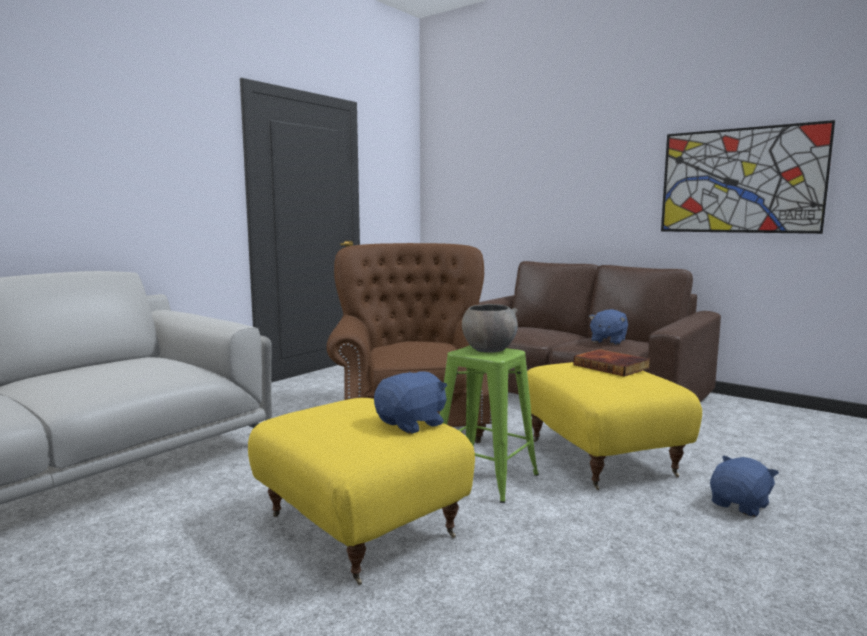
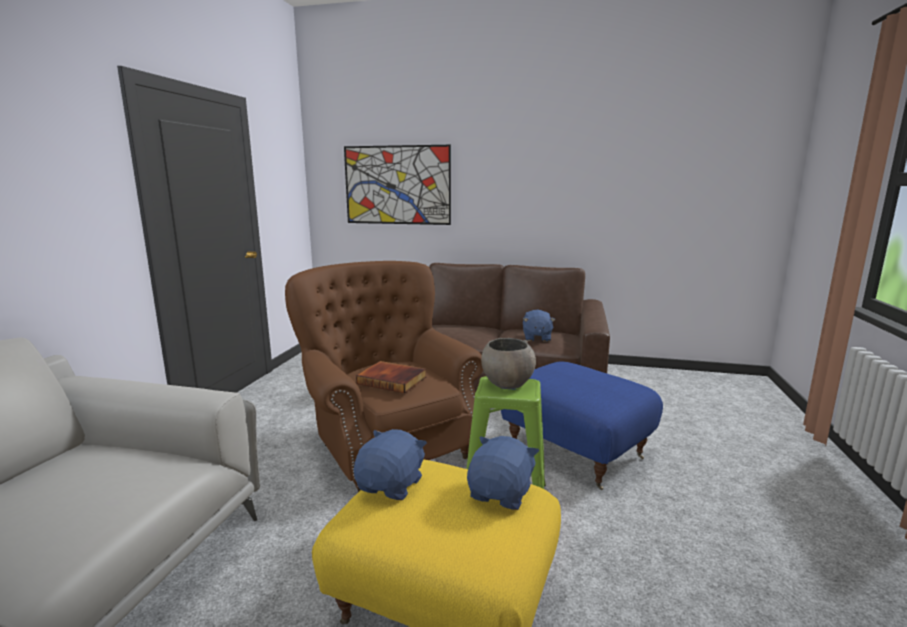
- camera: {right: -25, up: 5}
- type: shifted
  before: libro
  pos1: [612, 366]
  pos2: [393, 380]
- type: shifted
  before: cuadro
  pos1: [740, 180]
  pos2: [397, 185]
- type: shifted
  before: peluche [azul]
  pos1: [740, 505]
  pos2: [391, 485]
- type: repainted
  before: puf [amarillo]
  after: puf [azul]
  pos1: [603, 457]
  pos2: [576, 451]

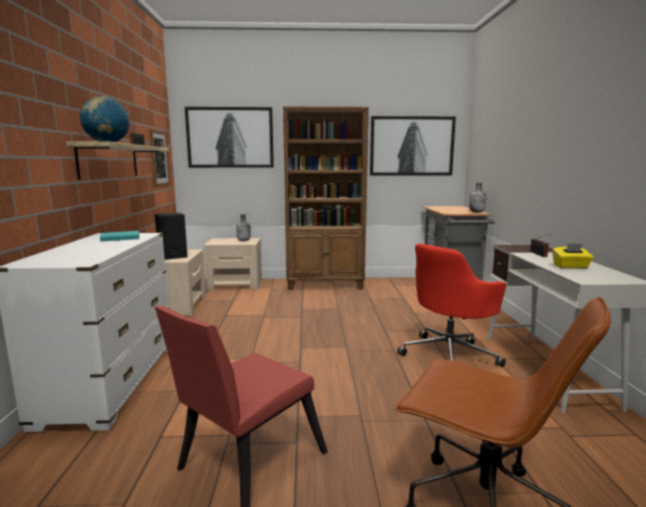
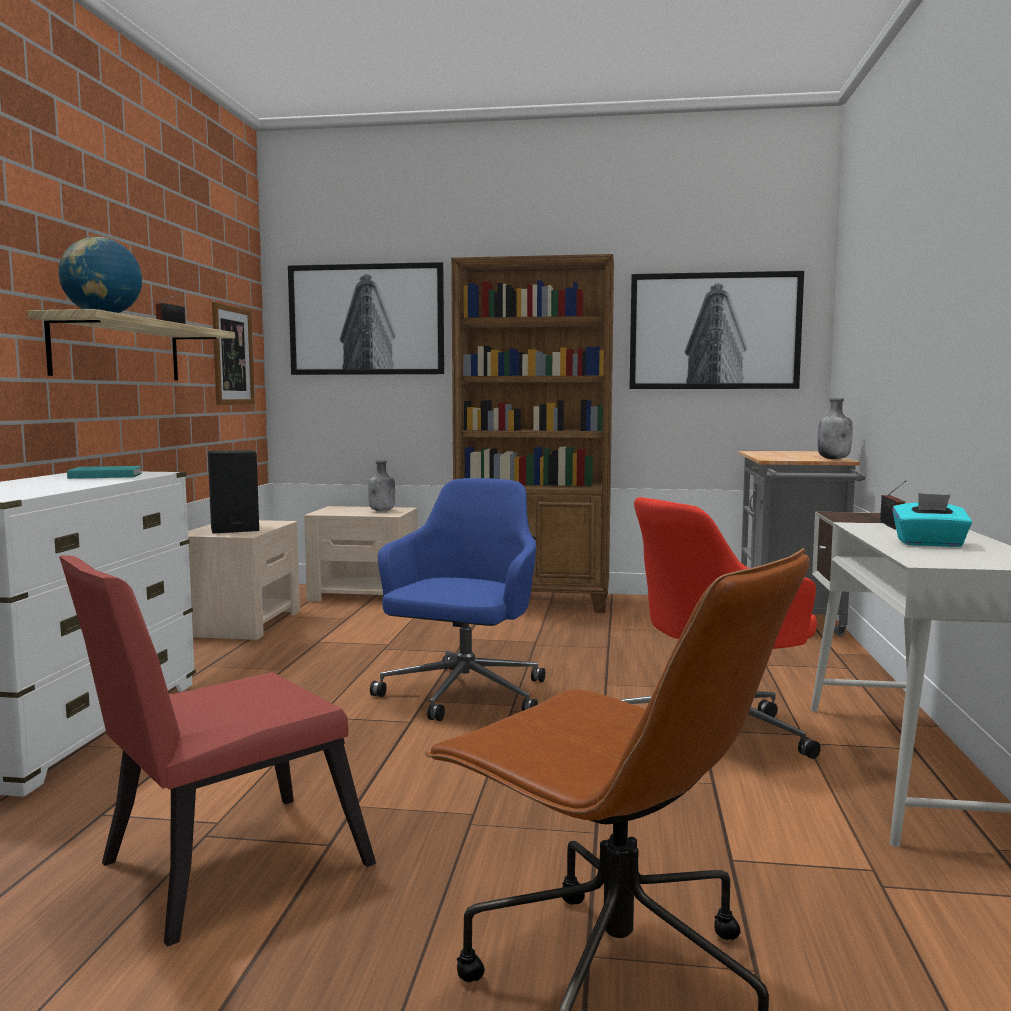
- camera: {right: 10, up: -5}
- type: new
  after: silla de oficina [azul]
  pos2: [463, 695]
- type: repainted
  before: caja de pañuelos [amarillo]
  after: caja de pañuelos [turquesa]
  pos1: [570, 267]
  pos2: [929, 544]

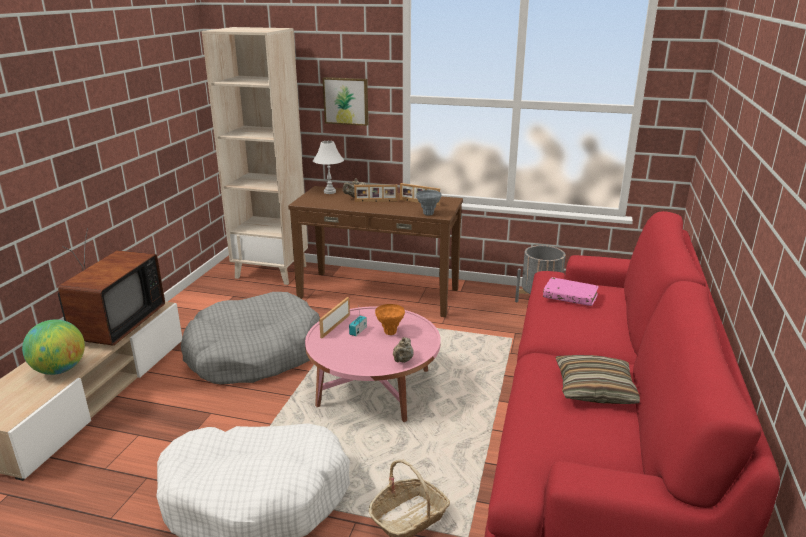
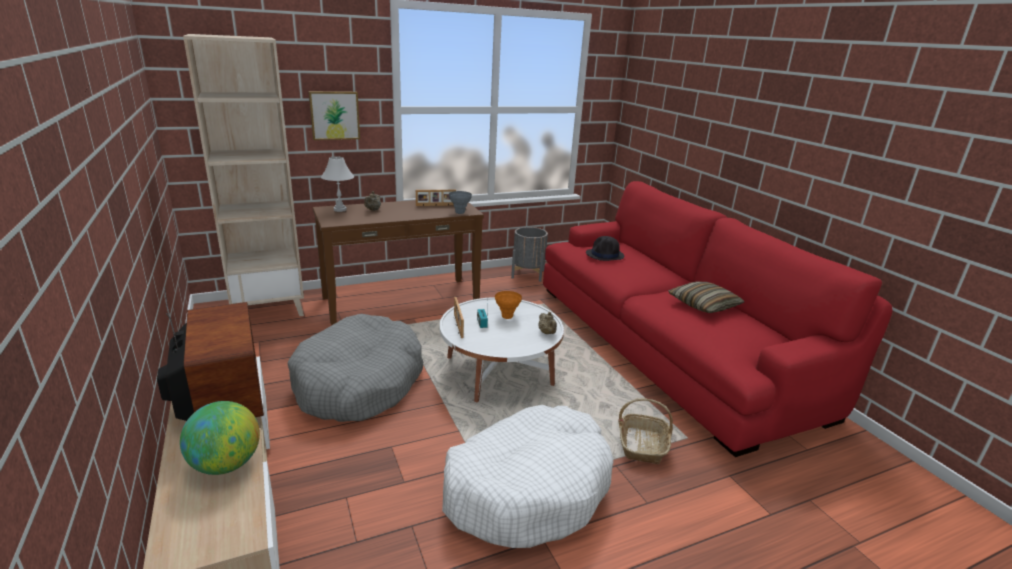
- camera: {right: -40, up: 0}
- type: gone
  before: portarretratos
  pos1: [376, 201]
- type: swapped
  before: libro [rosa]
  after: sombrero [negro]
  pos1: [570, 297]
  pos2: [605, 255]
- type: repainted
  before: mesa de centro [rosa]
  after: mesa de centro [blanco]
  pos1: [374, 388]
  pos2: [499, 371]

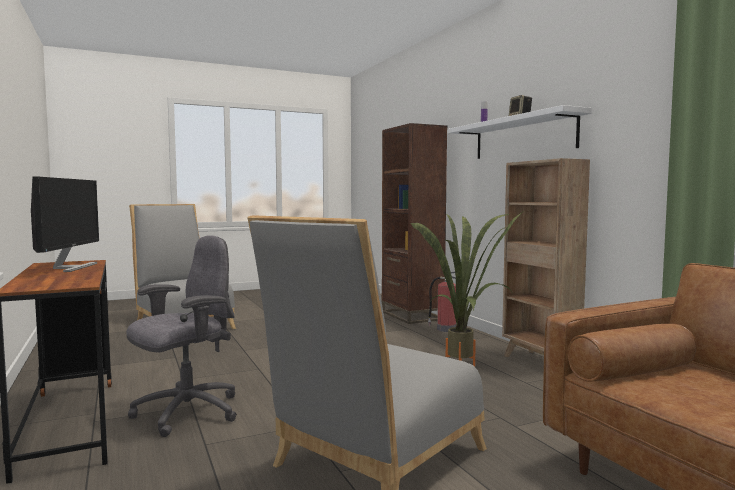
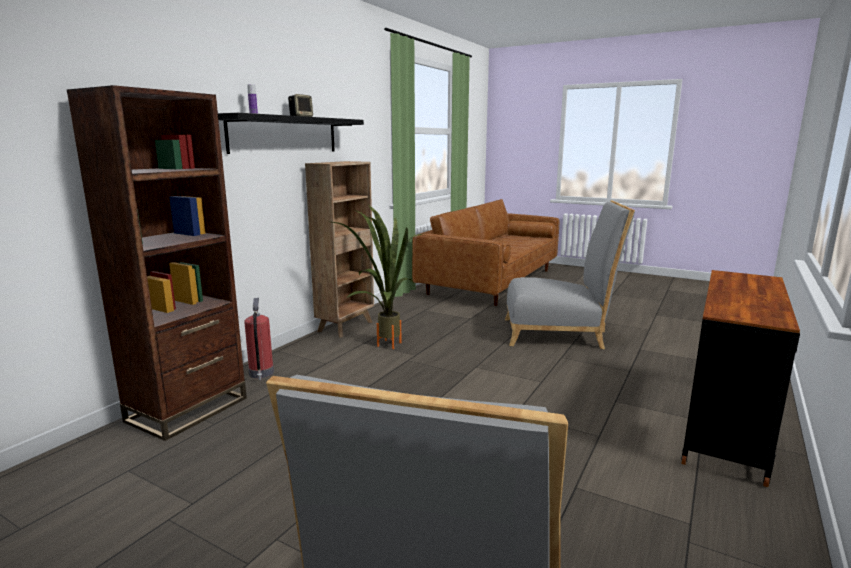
- camera: {right: -125, up: 10}
- type: gone
  before: monitor
  pos1: [70, 267]
- type: gone
  before: silla de oficina [gris]
  pos1: [186, 413]
- type: repainted
  before: estante [blanco]
  after: estante [negro]
  pos1: [523, 137]
  pos2: [285, 135]

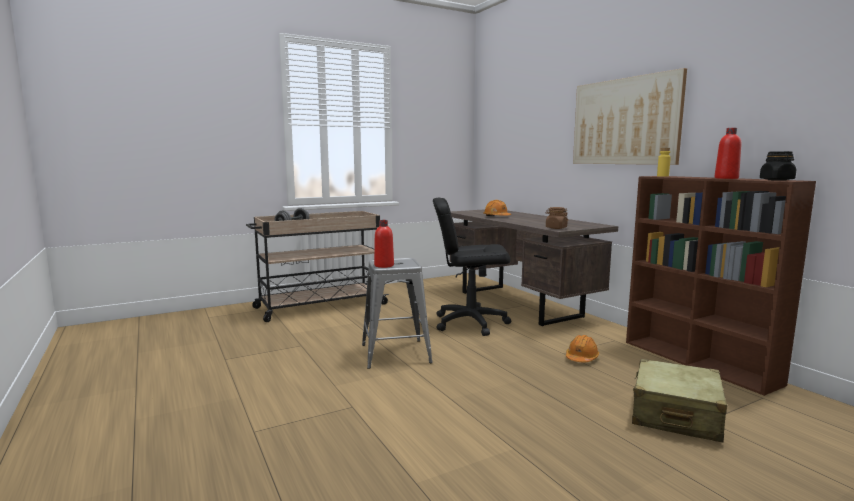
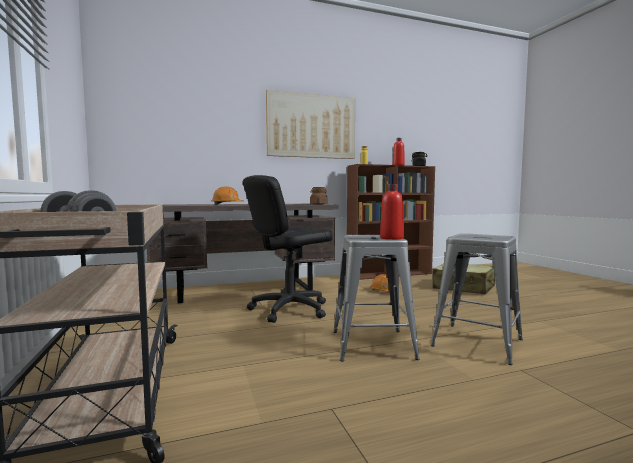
- camera: {right: -80, up: -5}
- type: new
  after: taburete [gris]
  pos2: [477, 342]
- type: rotated
  before: silla de oficina [negro]
  pos1: [470, 323]
  pos2: [289, 309]
  turn: 45

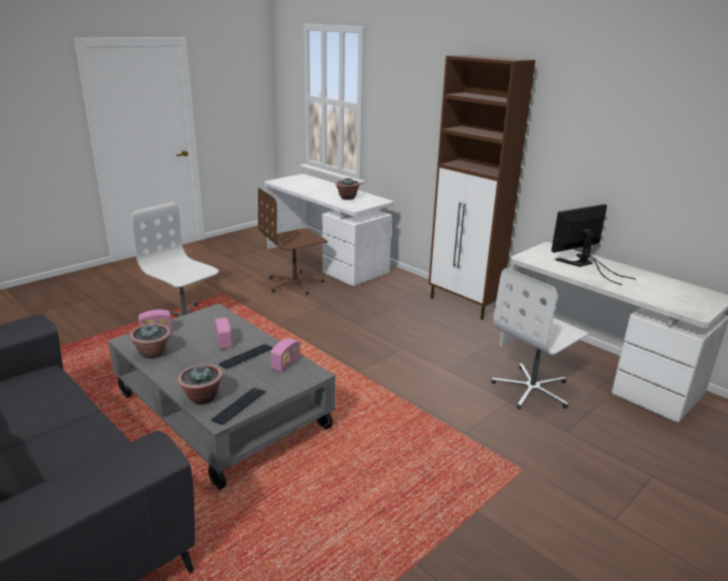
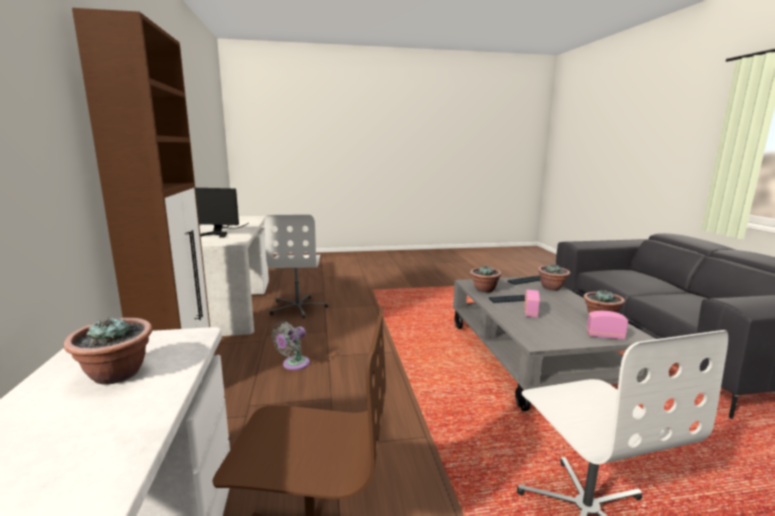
- camera: {right: -145, up: -10}
- type: new
  after: ventilador [gris]
  pos2: [293, 364]
- type: swapped
  before: radio
  after: planta en maceta
  pos1: [285, 364]
  pos2: [484, 290]
- type: rotated
  before: silla de oficina [blanco]
  pos1: [532, 390]
  pos2: [298, 307]
  turn: 90

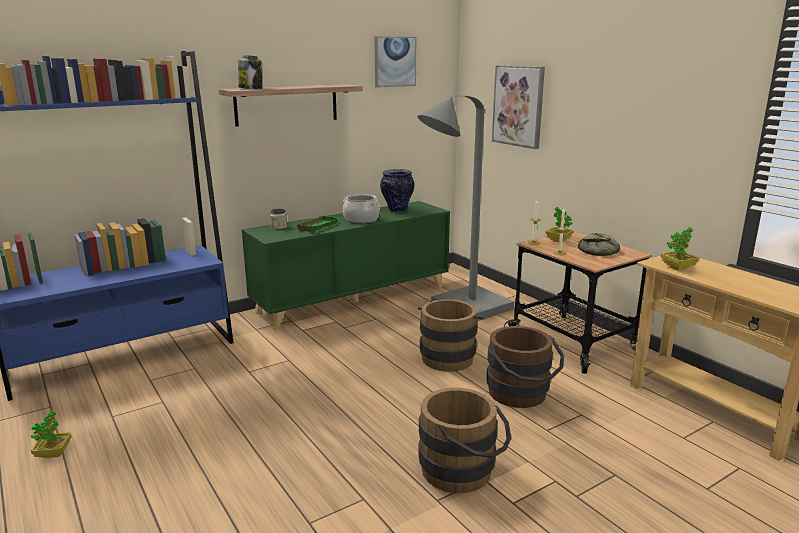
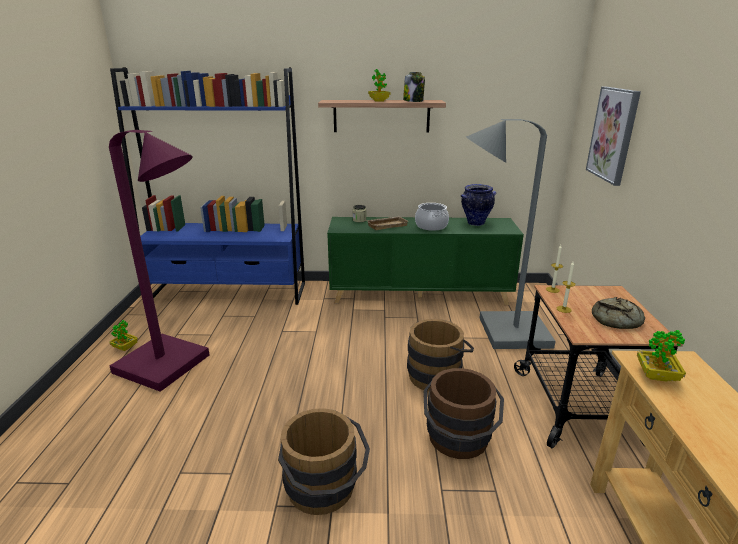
- camera: {right: 35, up: 5}
- type: gone
  before: cuadro
  pos1: [394, 61]
- type: new
  after: lámpara de pie [morado]
  pos2: [172, 367]
- type: shifted
  before: tarro
  pos1: [251, 88]
  pos2: [413, 101]
- type: shifted
  before: planta en maceta
  pos1: [558, 240]
  pos2: [379, 101]
- type: repainted
  before: bandeja [verde]
  after: bandeja [beis]
  pos1: [316, 226]
  pos2: [387, 225]

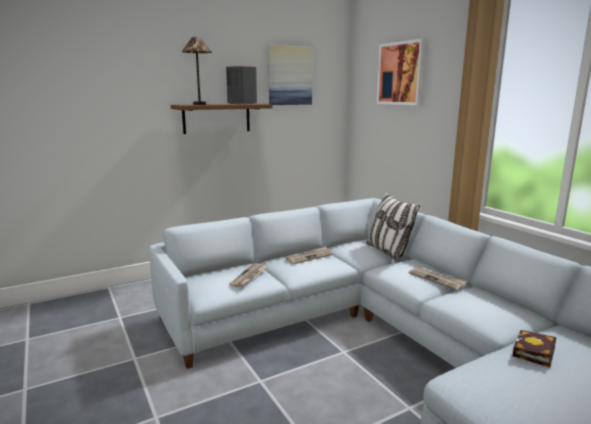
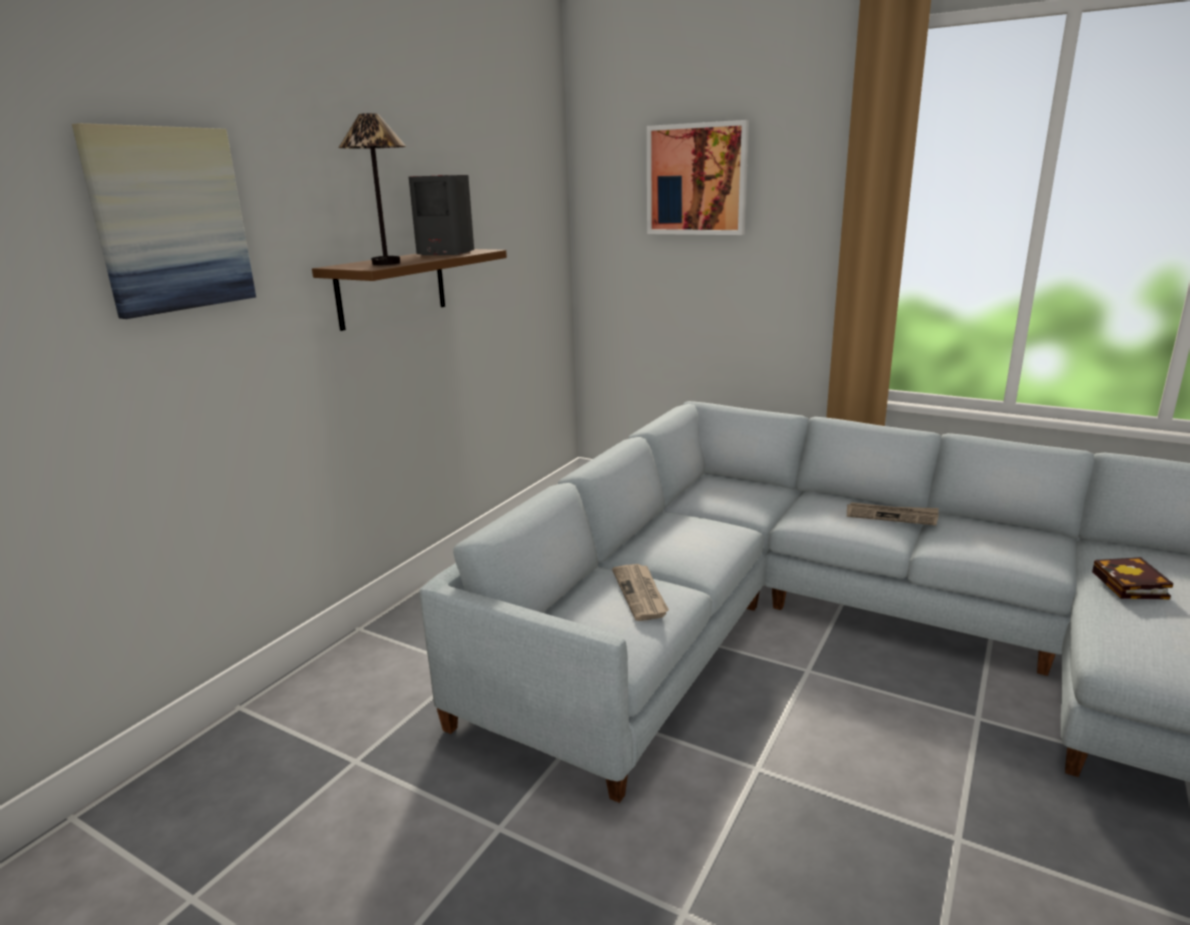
- camera: {right: -30, up: 5}
- type: gone
  before: periódico
  pos1: [309, 257]
- type: gone
  before: cojín
  pos1: [388, 252]
- type: shifted
  before: cuadro
  pos1: [290, 76]
  pos2: [170, 220]

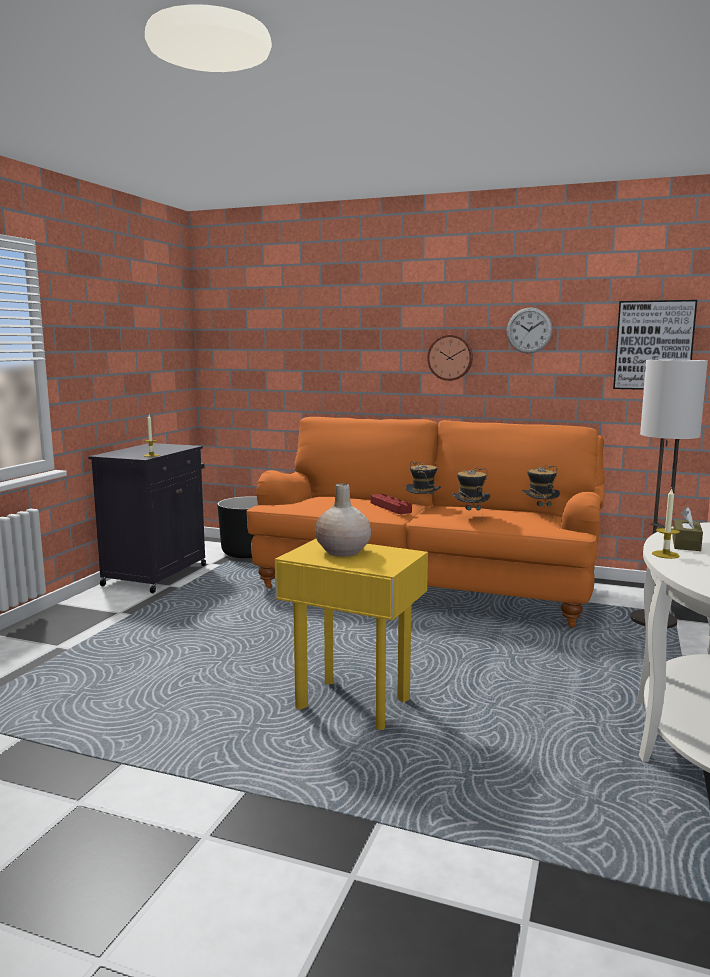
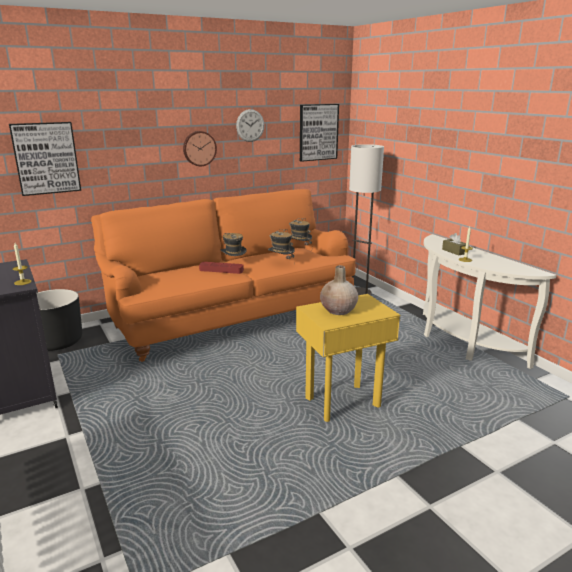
- camera: {right: -50, up: 10}
- type: new
  after: cuadro
  pos2: [46, 158]

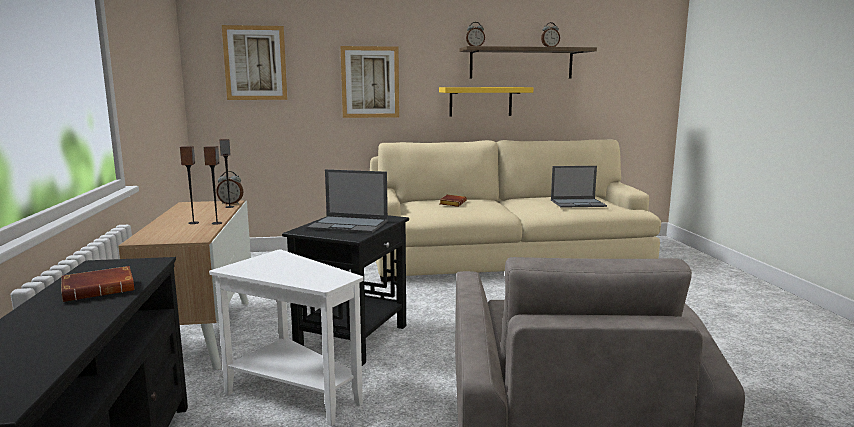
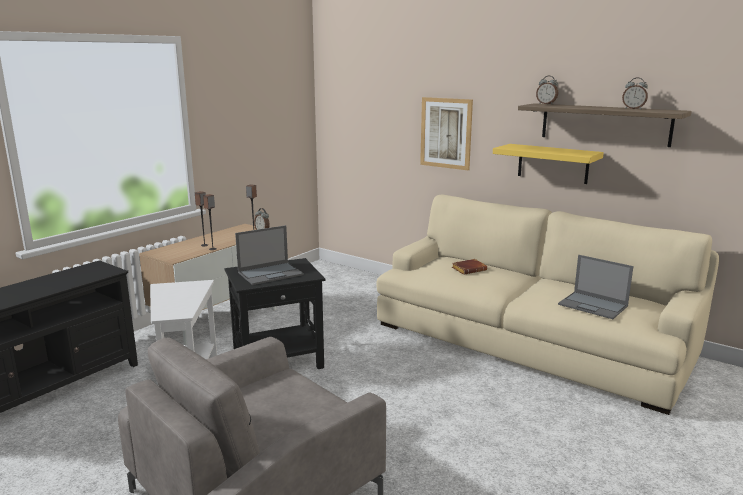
- camera: {right: 45, up: 5}
- type: gone
  before: libro [marrón]
  pos1: [101, 289]
- type: gone
  before: cuadro
  pos1: [255, 63]
- type: rotated
  before: portátil
  pos1: [349, 225]
  pos2: [271, 273]
  turn: -90

